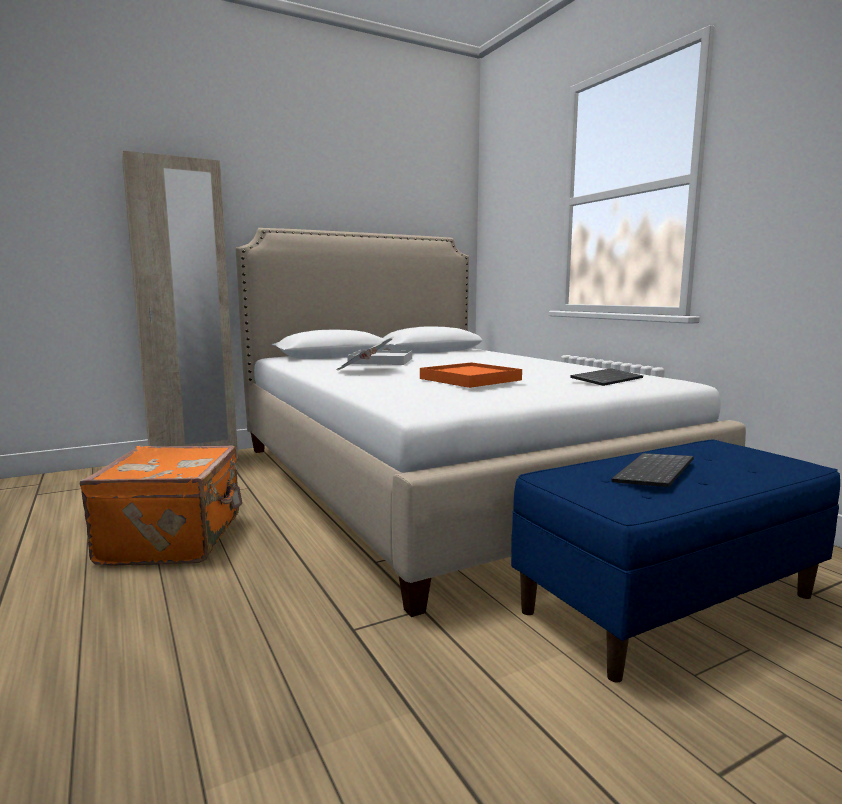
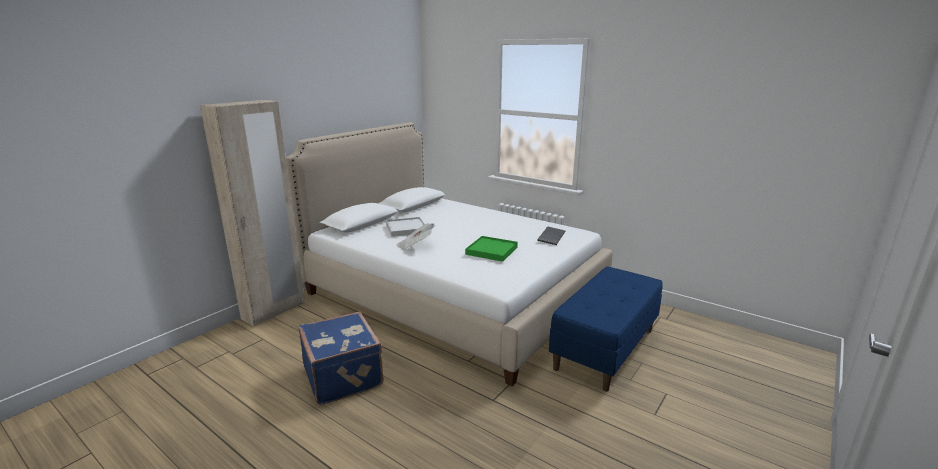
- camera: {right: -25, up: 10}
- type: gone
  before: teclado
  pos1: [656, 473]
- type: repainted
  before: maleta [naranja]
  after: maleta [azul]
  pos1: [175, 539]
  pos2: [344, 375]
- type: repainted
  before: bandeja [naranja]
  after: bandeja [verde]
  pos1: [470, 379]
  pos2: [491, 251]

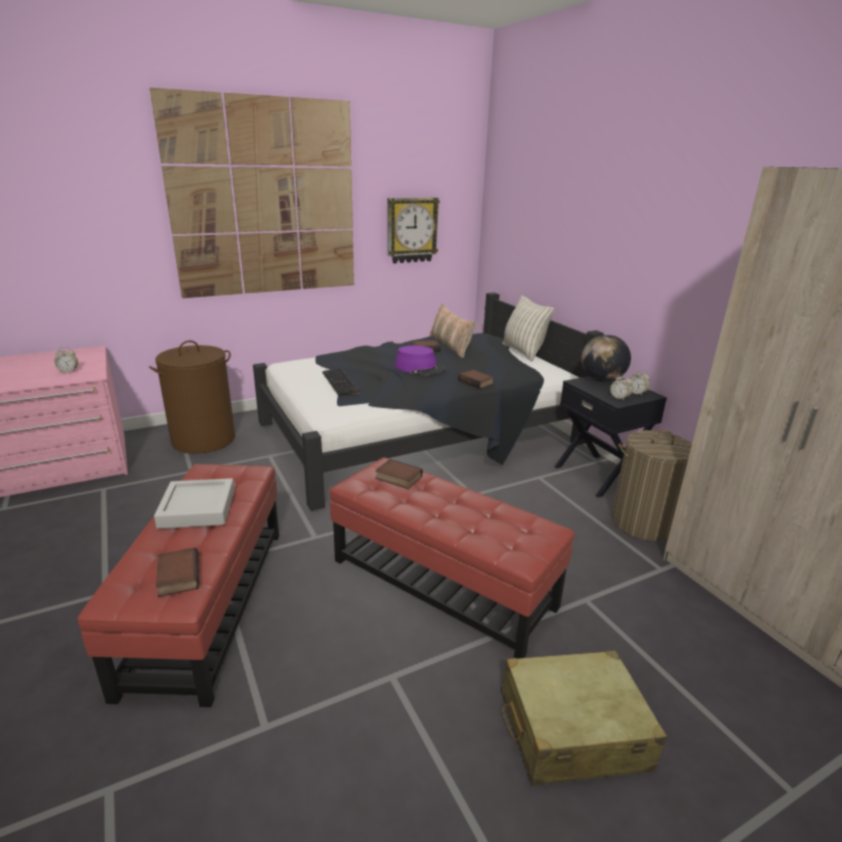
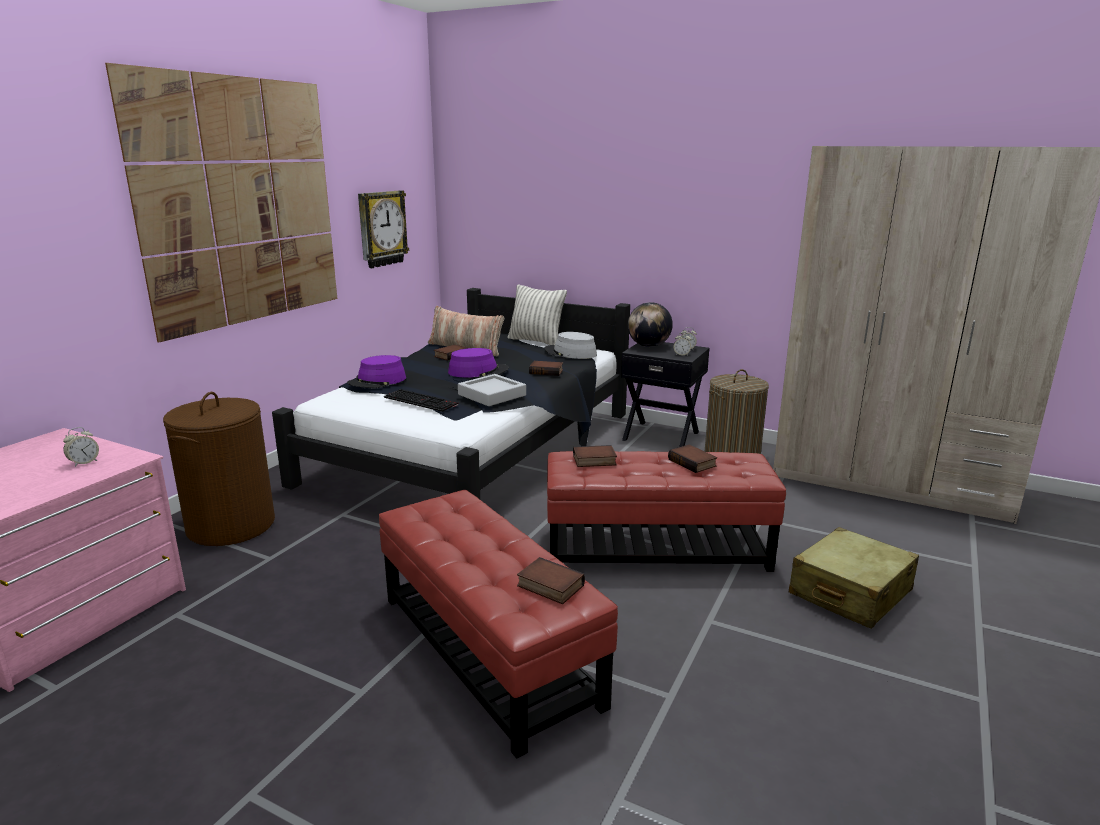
- camera: {right: -35, up: -5}
- type: new
  after: sombrero [morado]
  pos2: [377, 381]
- type: new
  after: sombrero [gris]
  pos2: [570, 353]
- type: new
  after: libro
  pos2: [693, 463]
- type: shifted
  before: bandeja [gris]
  pos1: [197, 509]
  pos2: [492, 395]

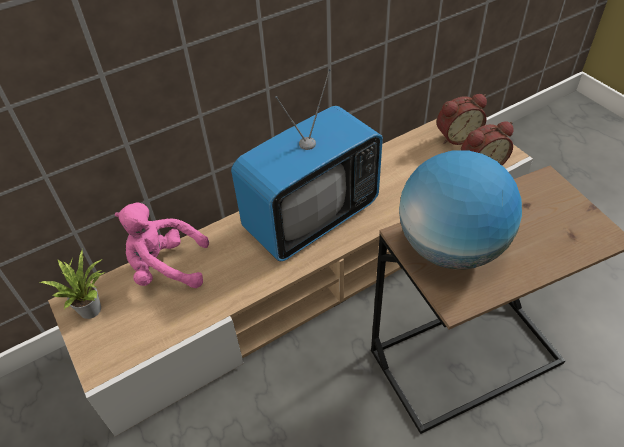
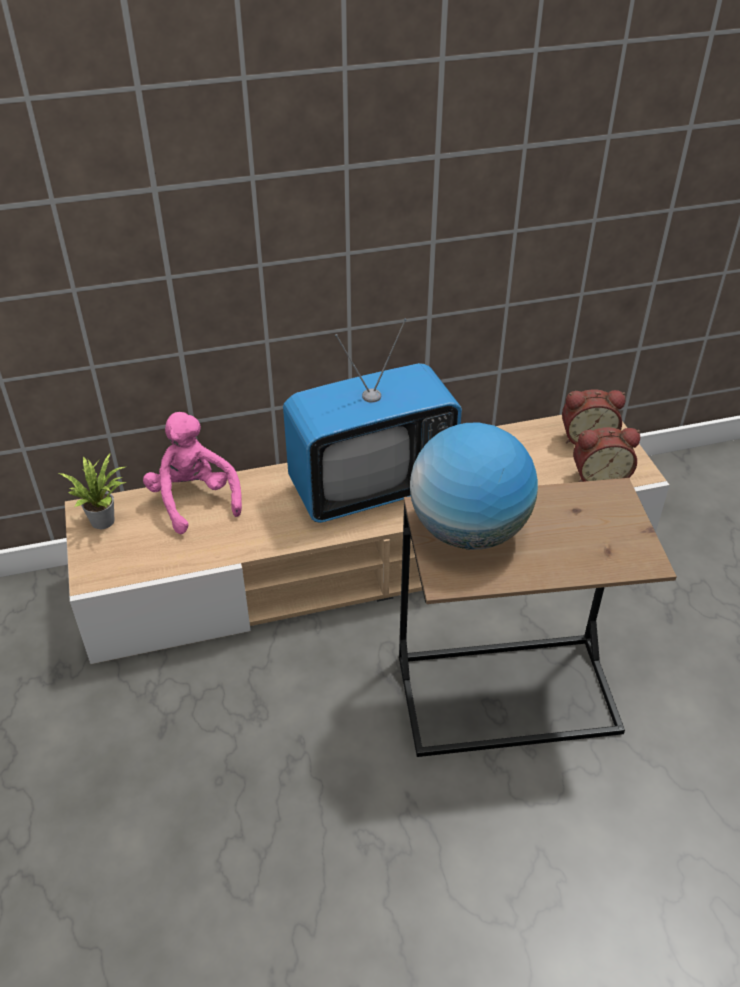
- camera: {right: 15, up: -5}
- type: rotated
  before: peluche [rosa]
  pos1: [166, 267]
  pos2: [194, 500]
  turn: 45

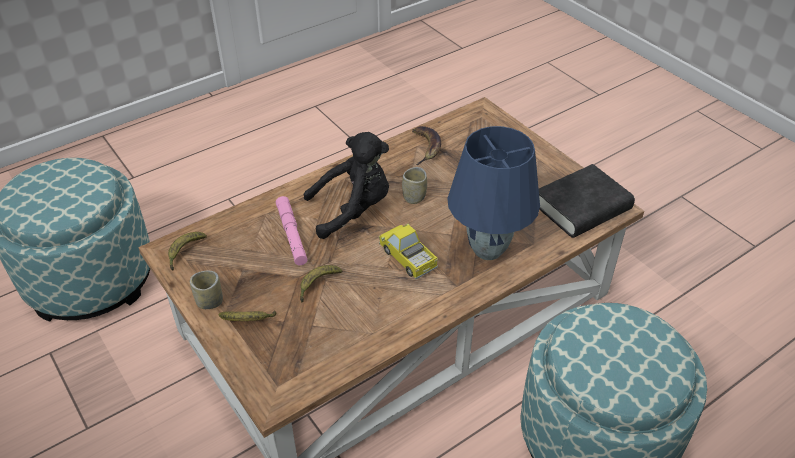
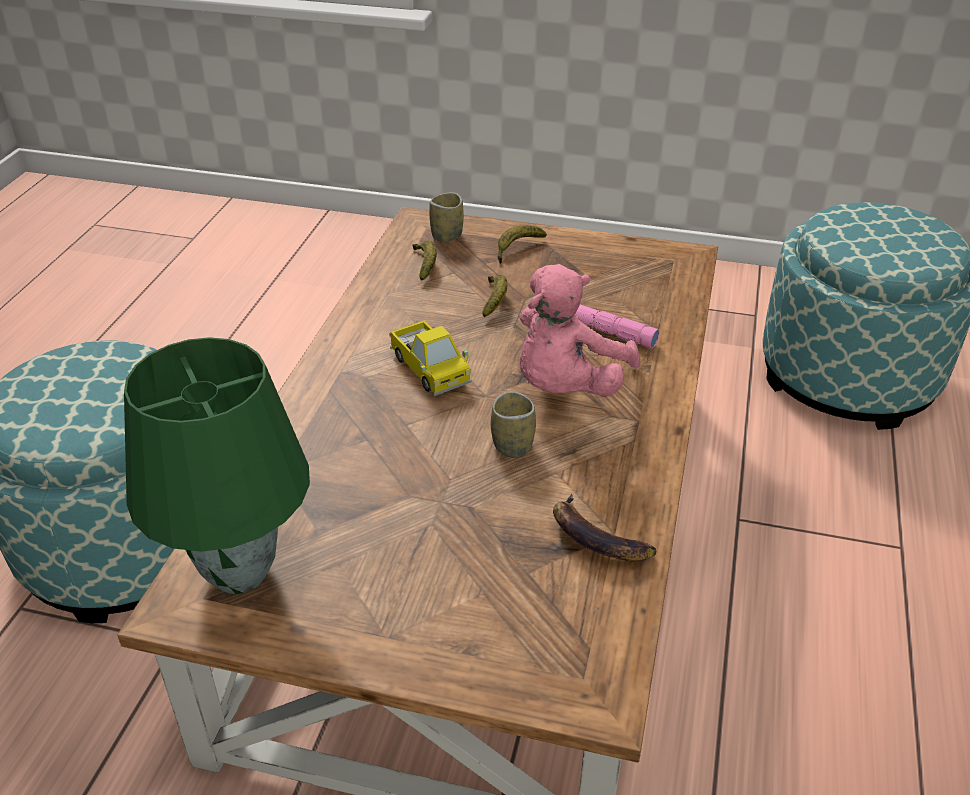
- camera: {right: 140, up: -5}
- type: gone
  before: lámpara de mesa [azul]
  pos1: [489, 250]
- type: shifted
  before: plátano
  pos1: [185, 252]
  pos2: [425, 265]
- type: shifted
  before: taza
  pos1: [209, 301]
  pos2: [447, 235]
- type: swapped
  before: libro [negro]
  after: lámpara de mesa [verde]
  pos1: [582, 207]
  pos2: [237, 574]
- type: repainted
  before: peluche [negro]
  after: peluche [rosa]
  pos1: [353, 210]
  pos2: [566, 386]
- type: rotated
  before: camión de juguete
  pos1: [407, 258]
  pos2: [430, 370]
  turn: 45

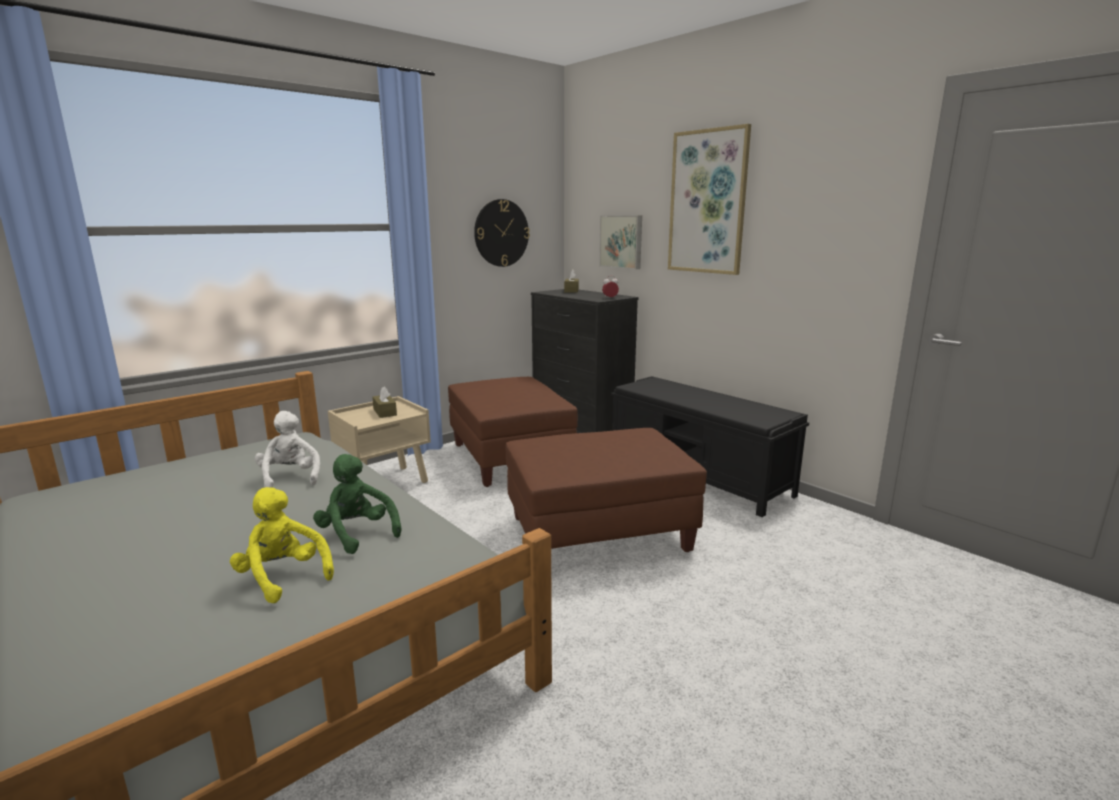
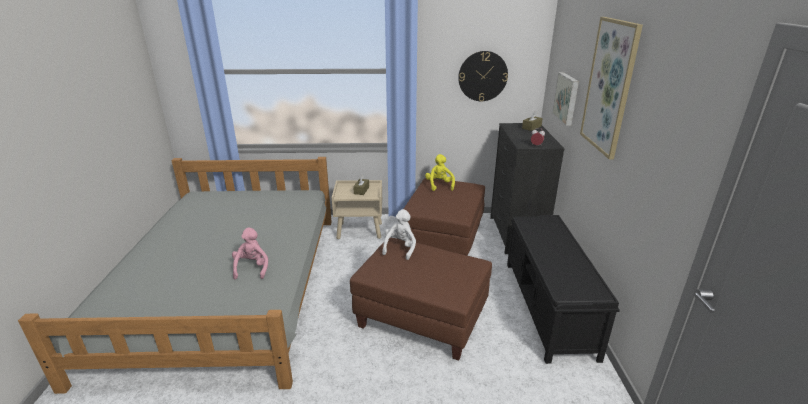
- camera: {right: 40, up: 10}
- type: shifted
  before: peluche [amarillo]
  pos1: [283, 577]
  pos2: [439, 185]
- type: shifted
  before: peluche [blanco]
  pos1: [290, 477]
  pos2: [400, 248]
- type: repainted
  before: peluche [verde]
  after: peluche [rosa]
  pos1: [357, 534]
  pos2: [252, 268]

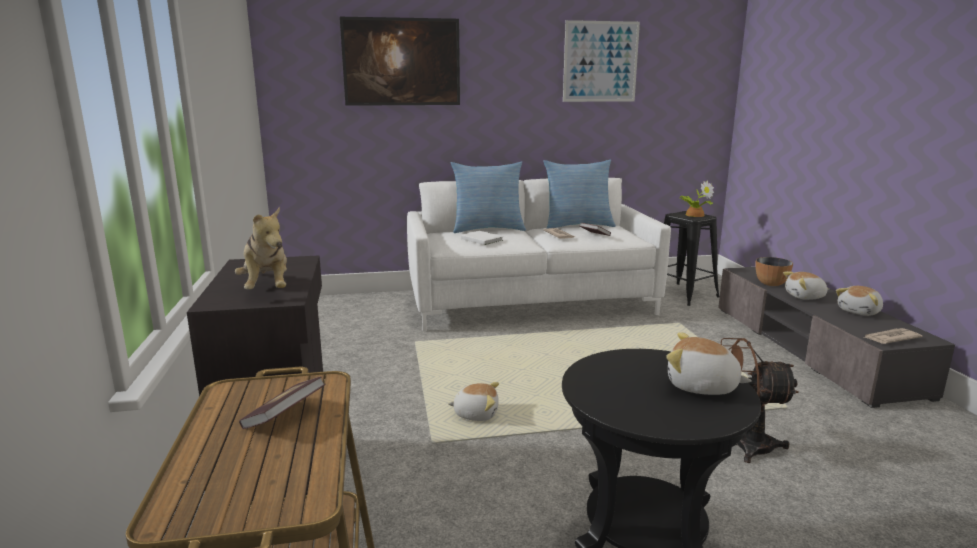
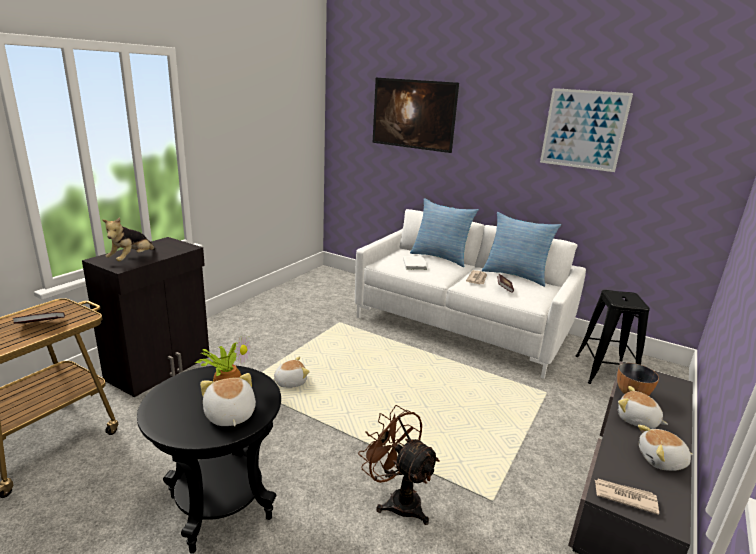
- camera: {right: 40, up: 5}
- type: shifted
  before: planta en maceta
  pos1: [693, 215]
  pos2: [226, 378]
- type: rotated
  before: peluche
  pos1: [476, 413]
  pos2: [290, 382]
  turn: -75

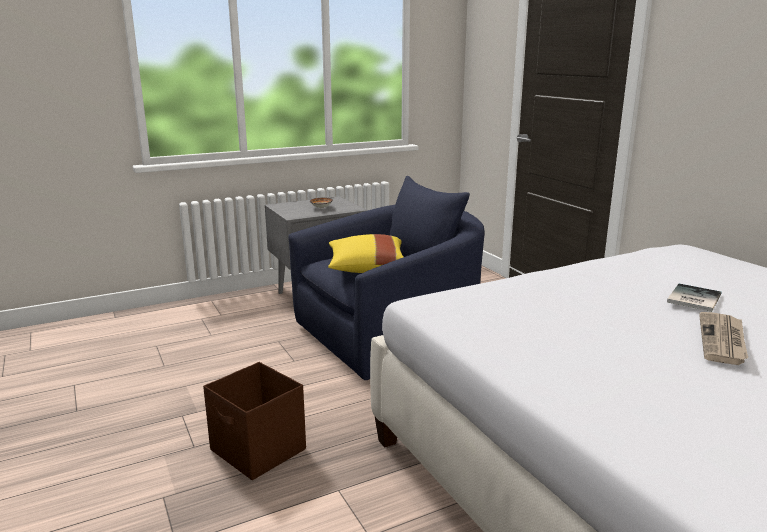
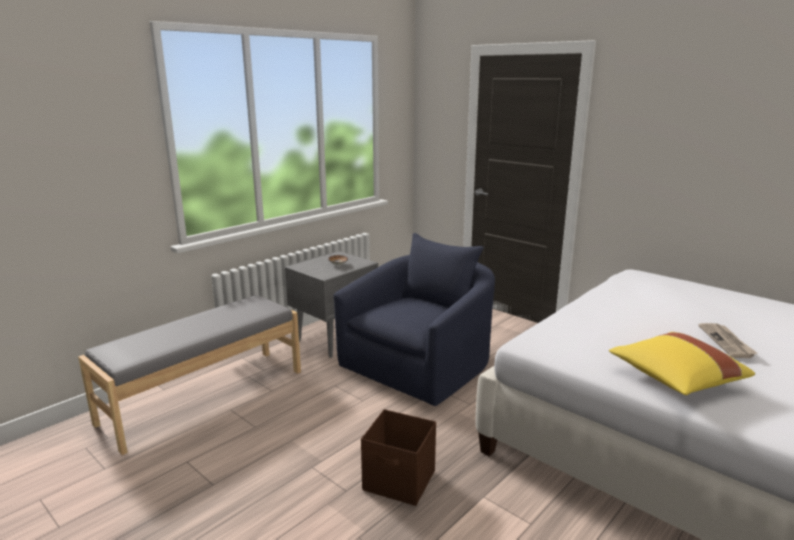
- camera: {right: -20, up: 0}
- type: gone
  before: libro
  pos1: [691, 298]
- type: new
  after: banco [gris]
  pos2: [204, 396]
- type: shifted
  before: cojín [amarillo]
  pos1: [367, 269]
  pos2: [675, 379]

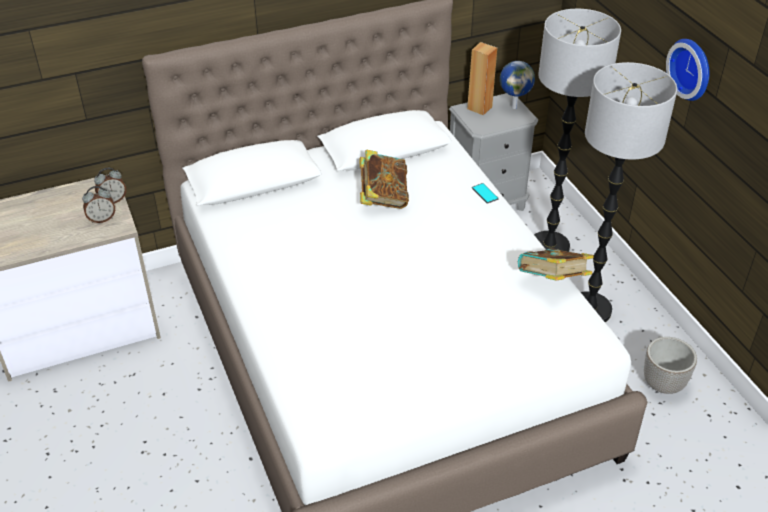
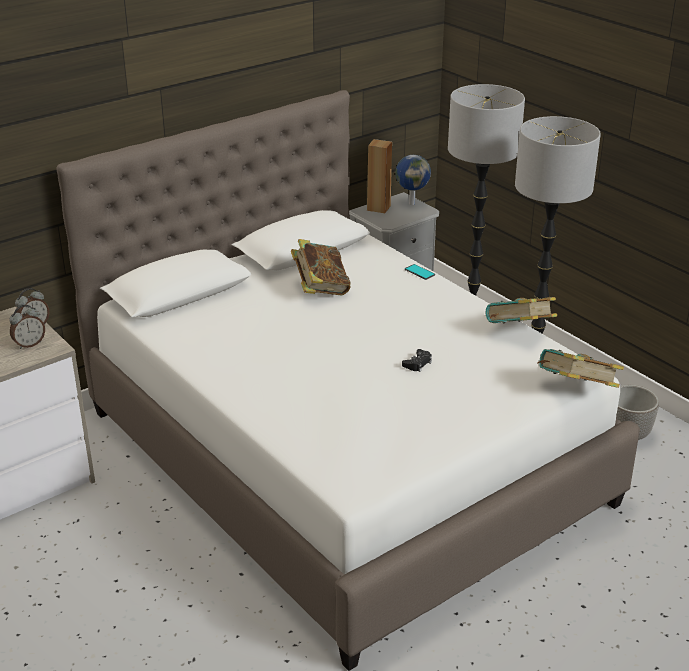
- camera: {right: -15, up: -10}
- type: gone
  before: reloj de pared
  pos1: [692, 68]
- type: new
  after: mando de consola [negro]
  pos2: [417, 363]
- type: new
  after: libro
  pos2: [575, 391]

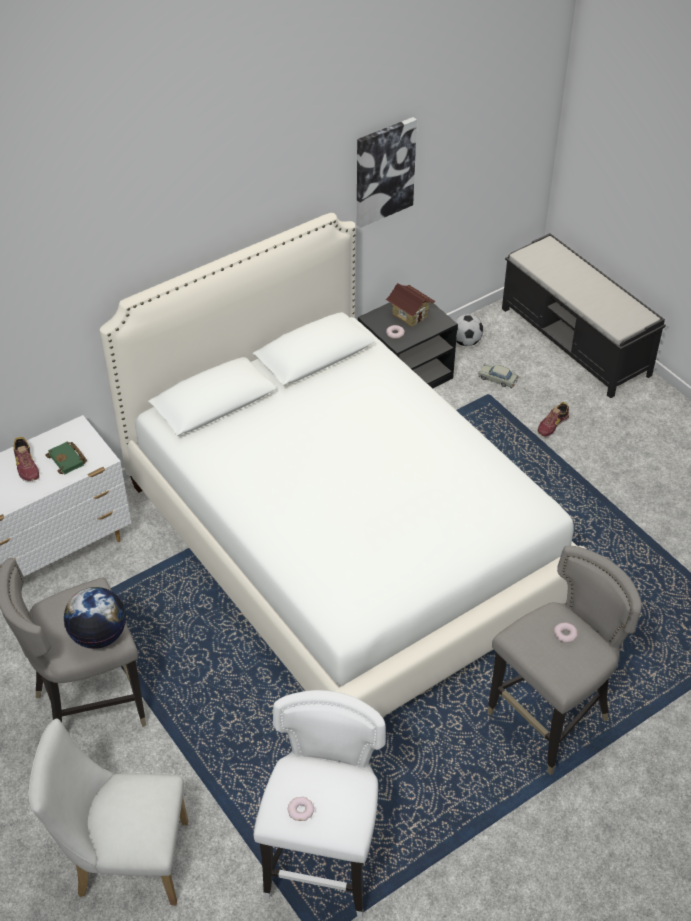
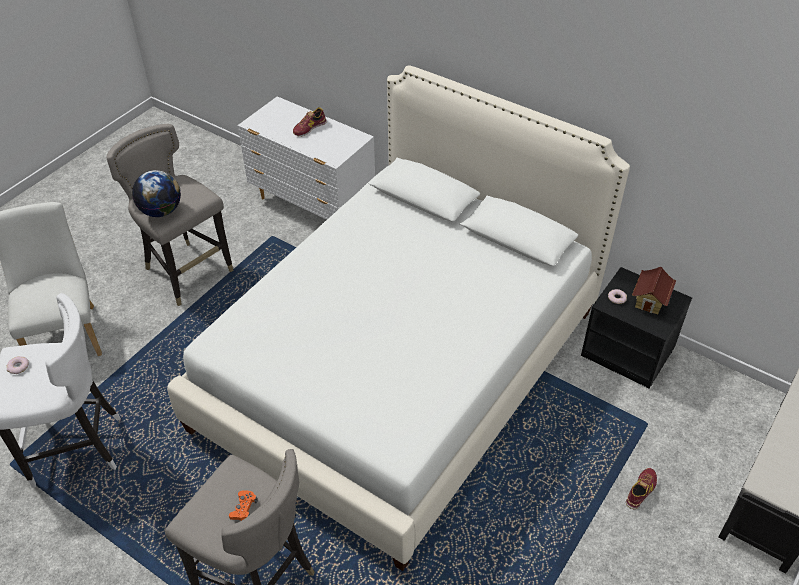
- camera: {right: 70, up: 0}
- type: gone
  before: libro [verde]
  pos1: [68, 460]
- type: gone
  before: cuadro
  pos1: [384, 171]
- type: gone
  before: balón de fútbol
  pos1: [466, 342]
- type: gone
  before: coche de juguete [beis]
  pos1: [497, 379]
- type: swapped
  before: rosquilla
  after: mando de consola [naranja]
  pos1: [565, 634]
  pos2: [243, 508]
- type: rotated
  before: zapato
  pos1: [552, 425]
  pos2: [641, 490]
  turn: 105

